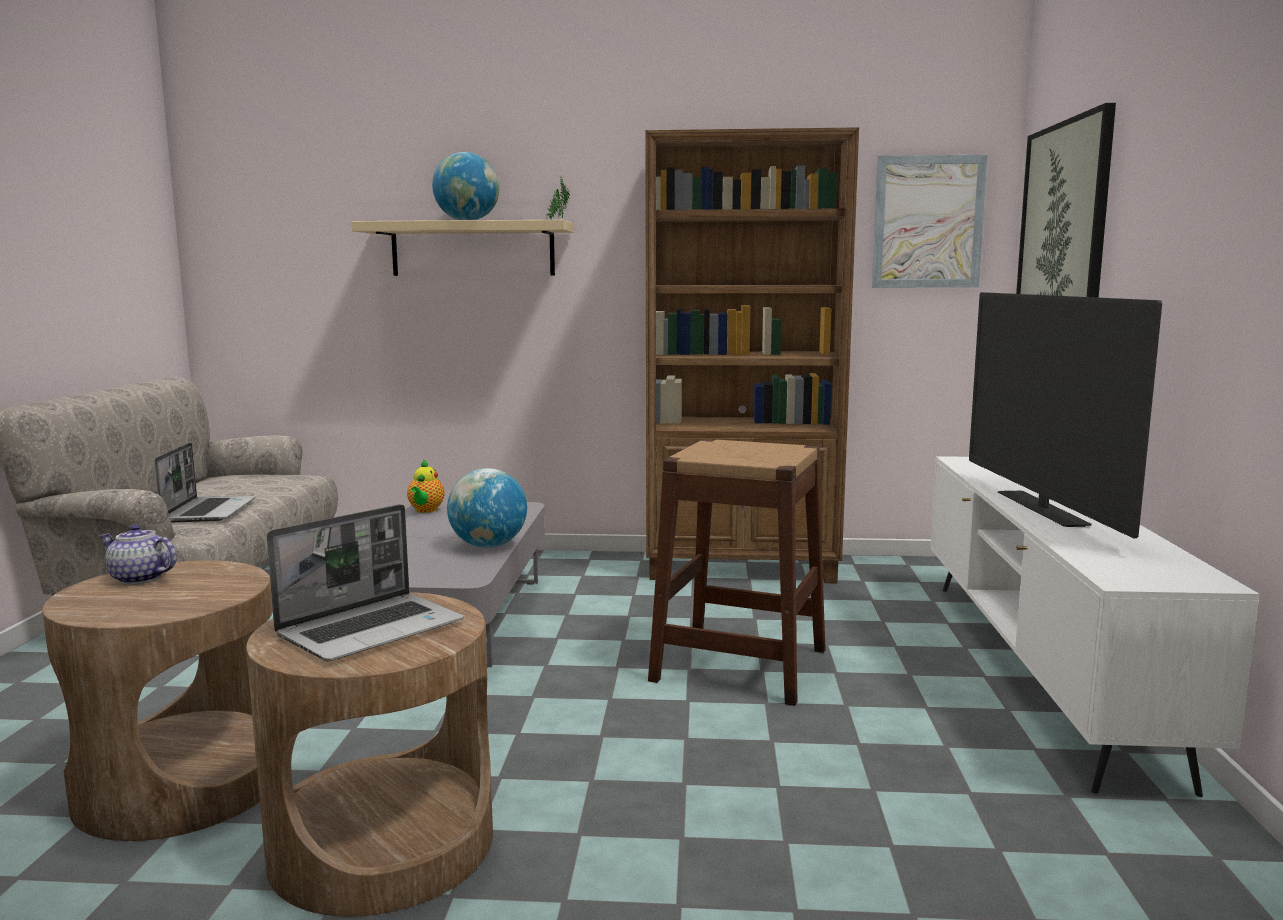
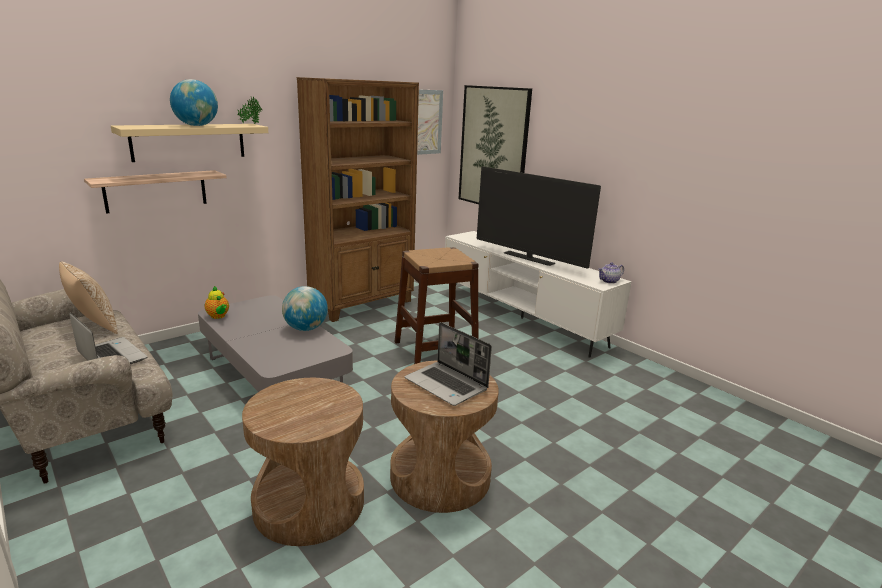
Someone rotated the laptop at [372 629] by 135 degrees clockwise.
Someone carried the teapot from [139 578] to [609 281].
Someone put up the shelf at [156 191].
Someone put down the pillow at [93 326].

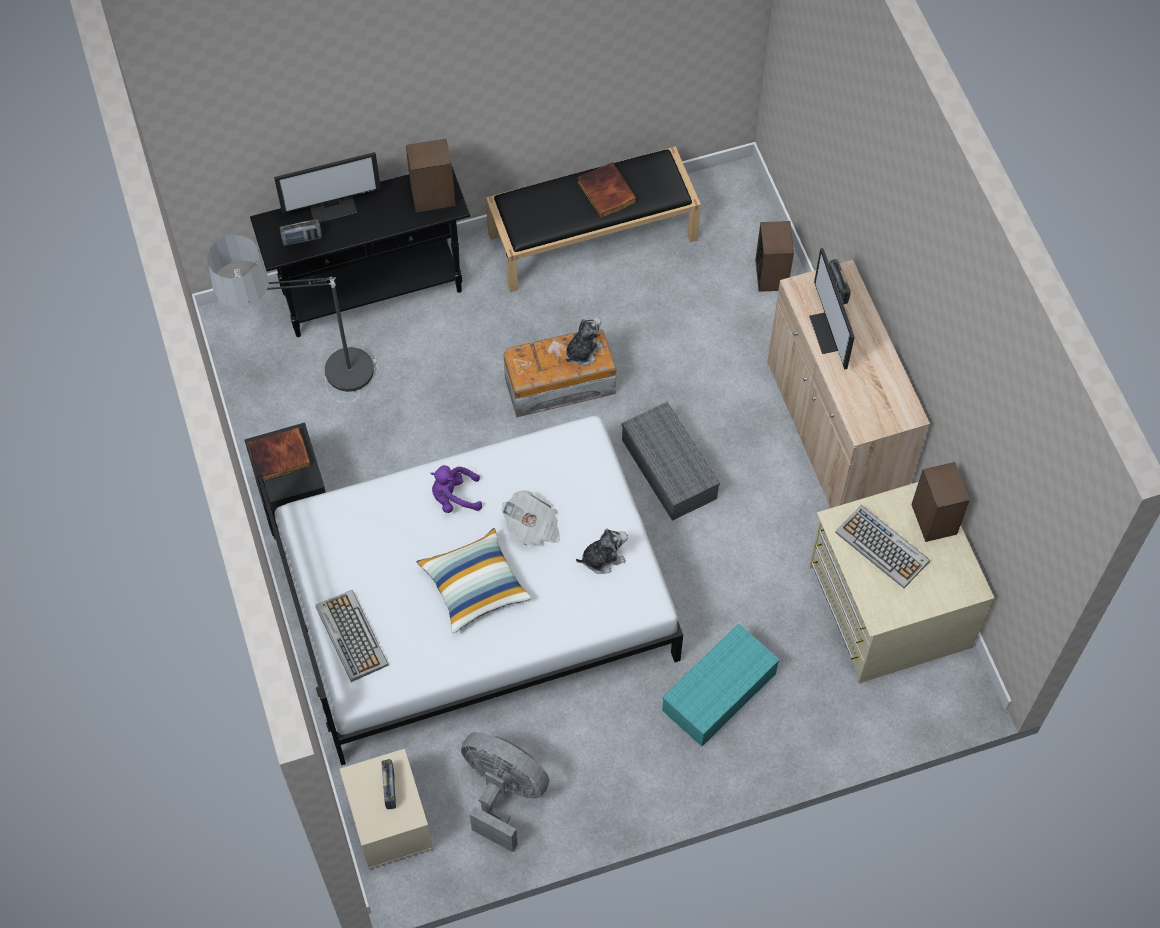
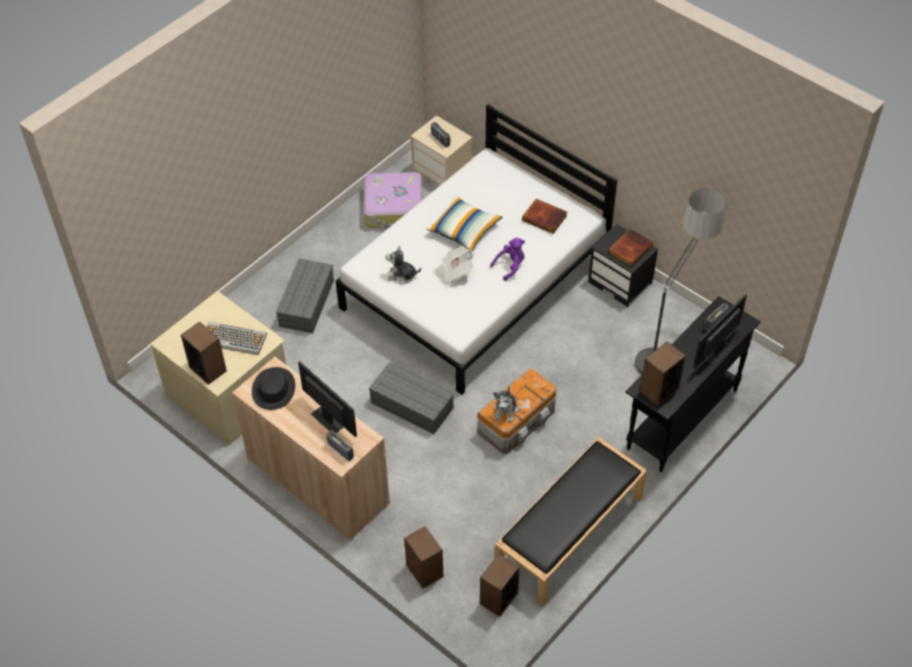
Someone carried the book from [605 192] to [545 217].
Someone rotated the plush_toy at [602 558] by 60 degrees clockwise.
Someone took away the keyboard at [350 635].
Someone repainted the turquoise_storage_box at [718 694], which became the grey_storage_box at [306 302].
Someone swapped the grey_fan at [503 793] for the suitcase at [394 208].
Someone put down the black_hat at [273 389].
Someone put down the speaker at [498 598].

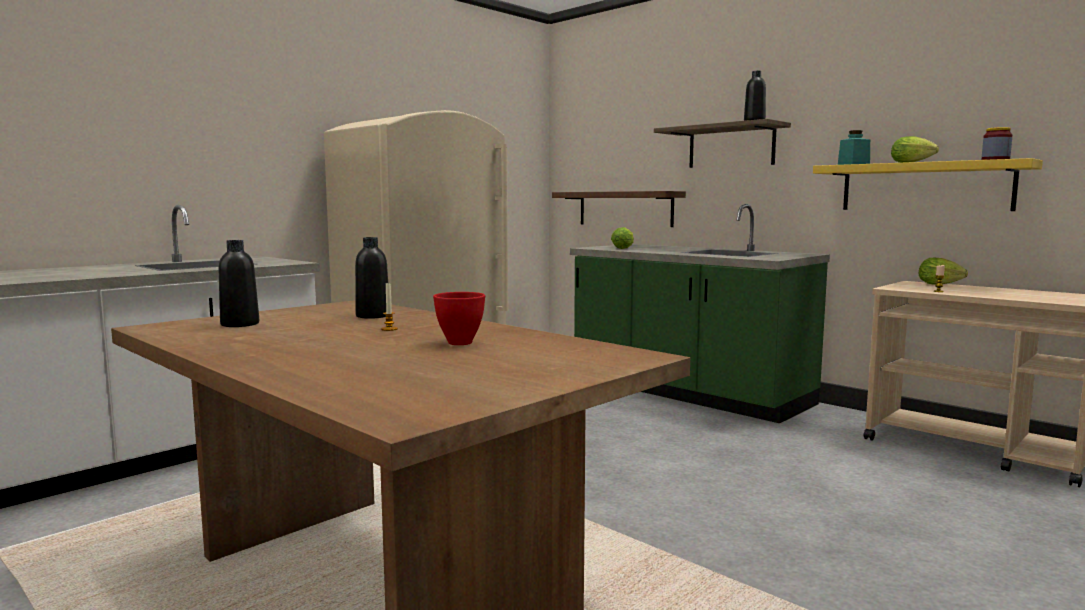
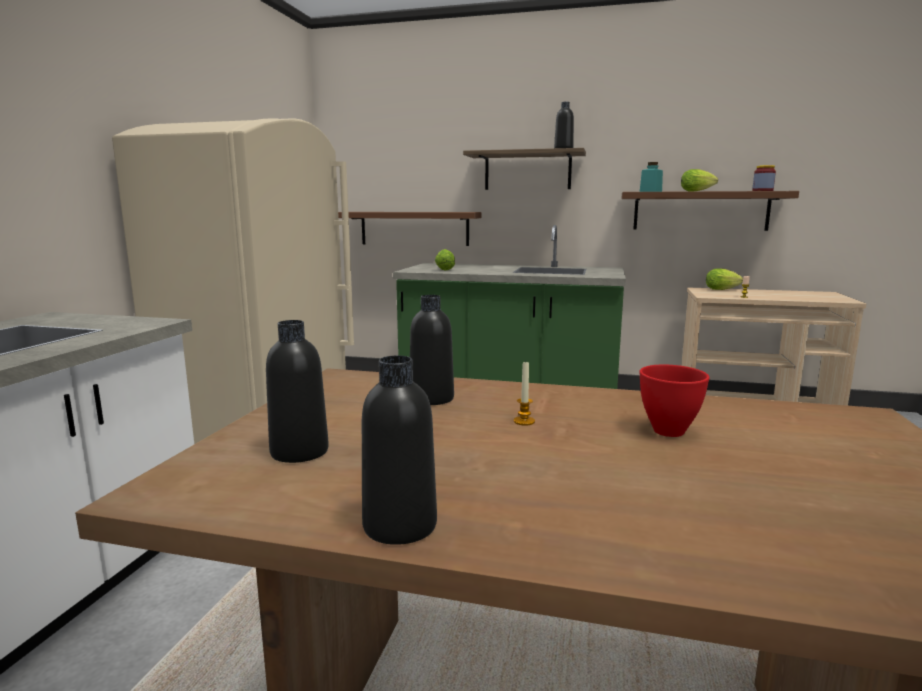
Someone repainted the yellow_shelf at [924 187], which became the brown_shelf at [700 211].
Someone put down the black_bottle at [400 525].

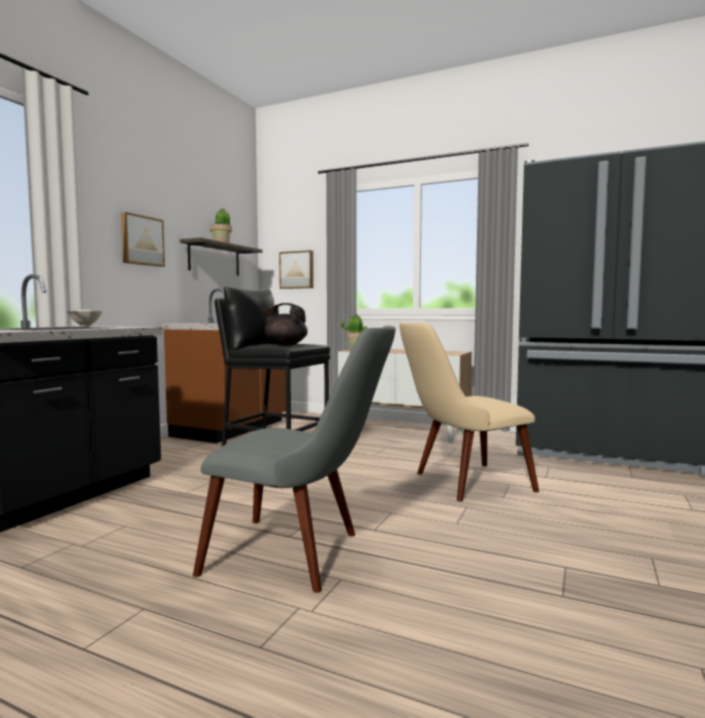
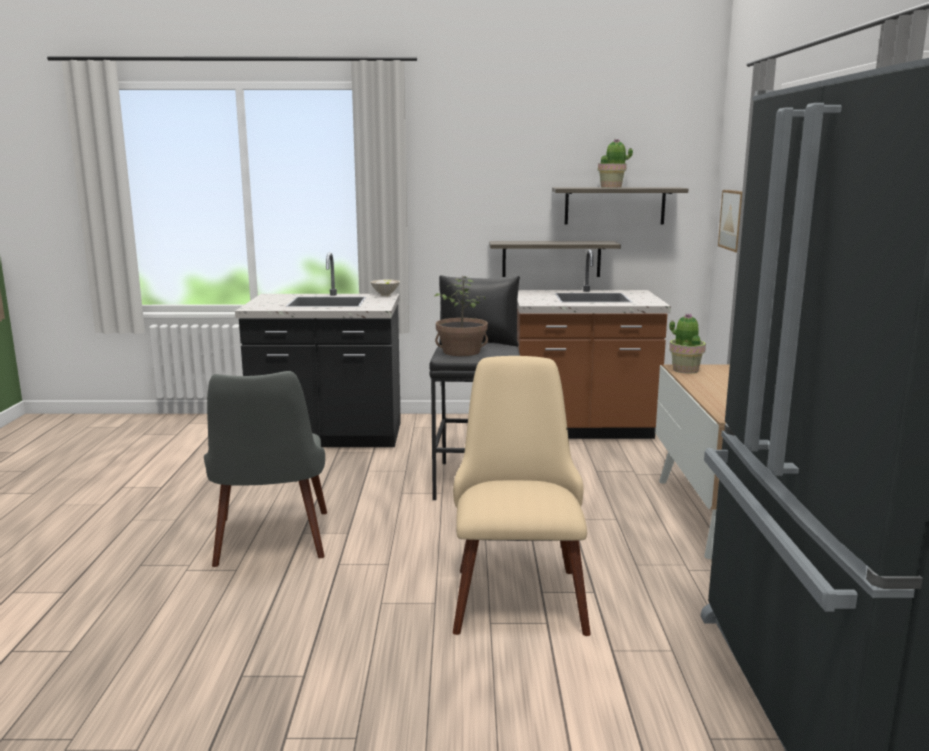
Someone took away the picture at [141 240].
Someone swapped the black_teapot at [285 345] for the potted_plant at [461 351].
Someone rotated the beige_chair at [460 483] by 45 degrees clockwise.
Someone put up the shelf at [551 259].

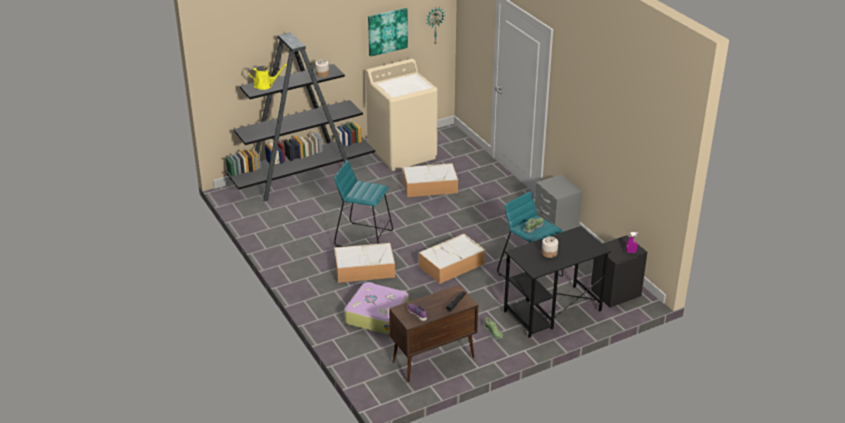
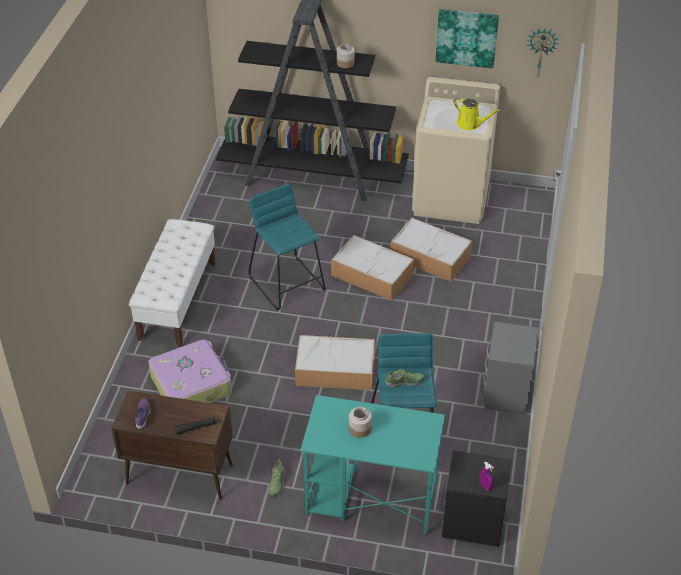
Someone carried the yellow_watering_can from [265 85] to [470 124].
Someone repainted the black_desk at [552 311], which became the turquoise_desk at [370 498].
Someone carried the storage_box from [365 269] to [373 275].
Someone put down the white_bench at [178 300].

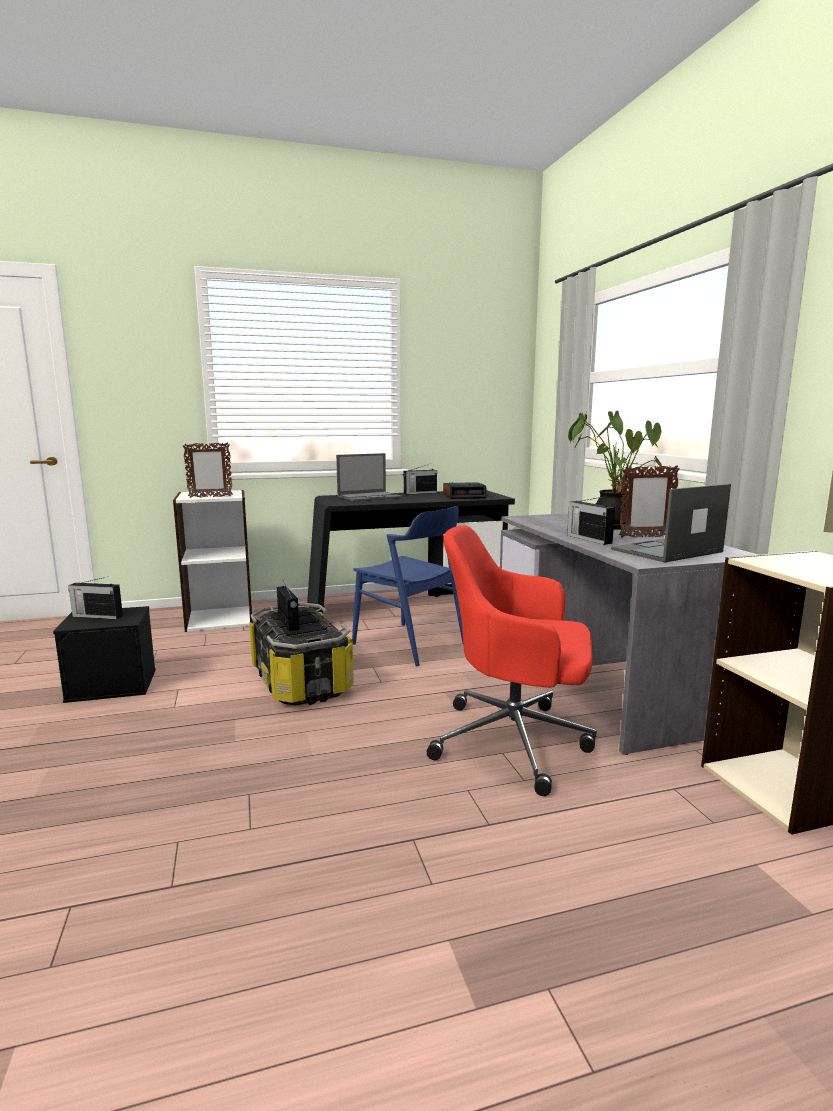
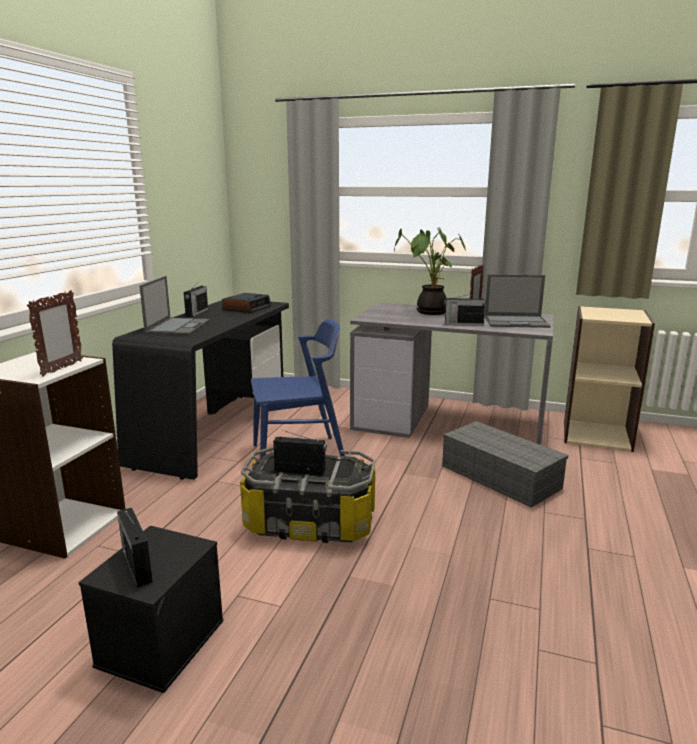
Someone rotated the laptop at [666 551] by 90 degrees counterclockwise.
Someone swapped the red_office_chair at [515 741] for the grey_storage_box at [498 476].
Someone rotated the radio at [96 616] by 105 degrees clockwise.

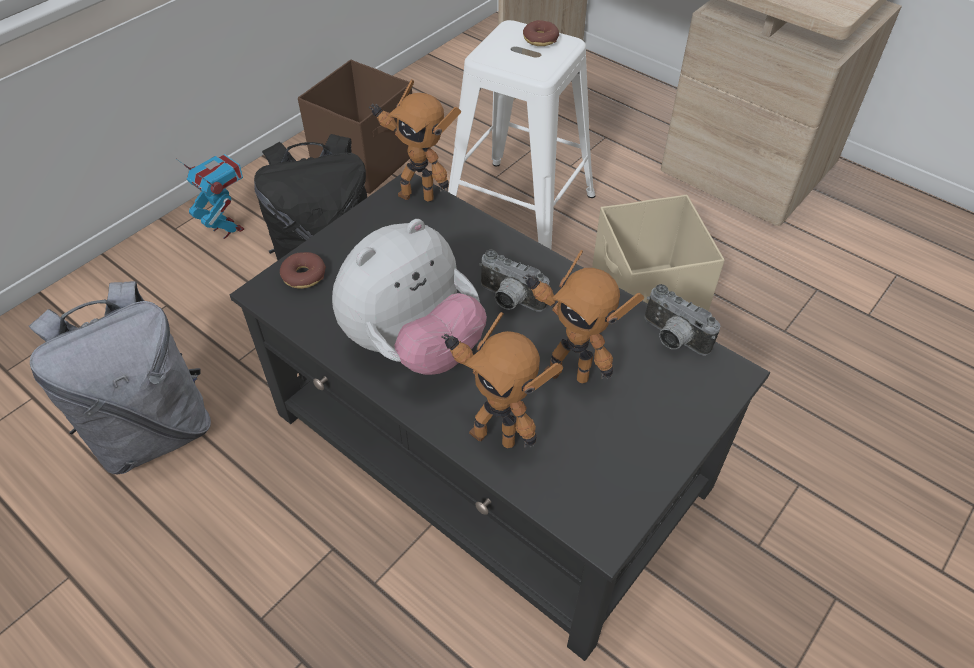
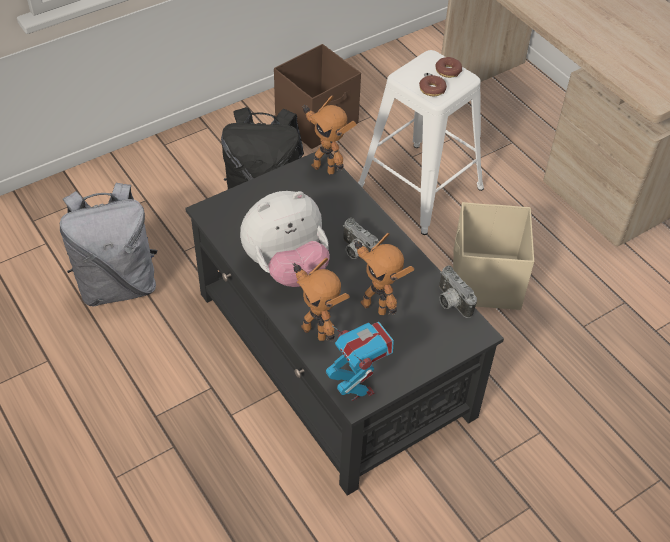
Someone carried the toy_robot from [228 228] to [357 388].
Someone carried the donut from [304 276] to [432 89].

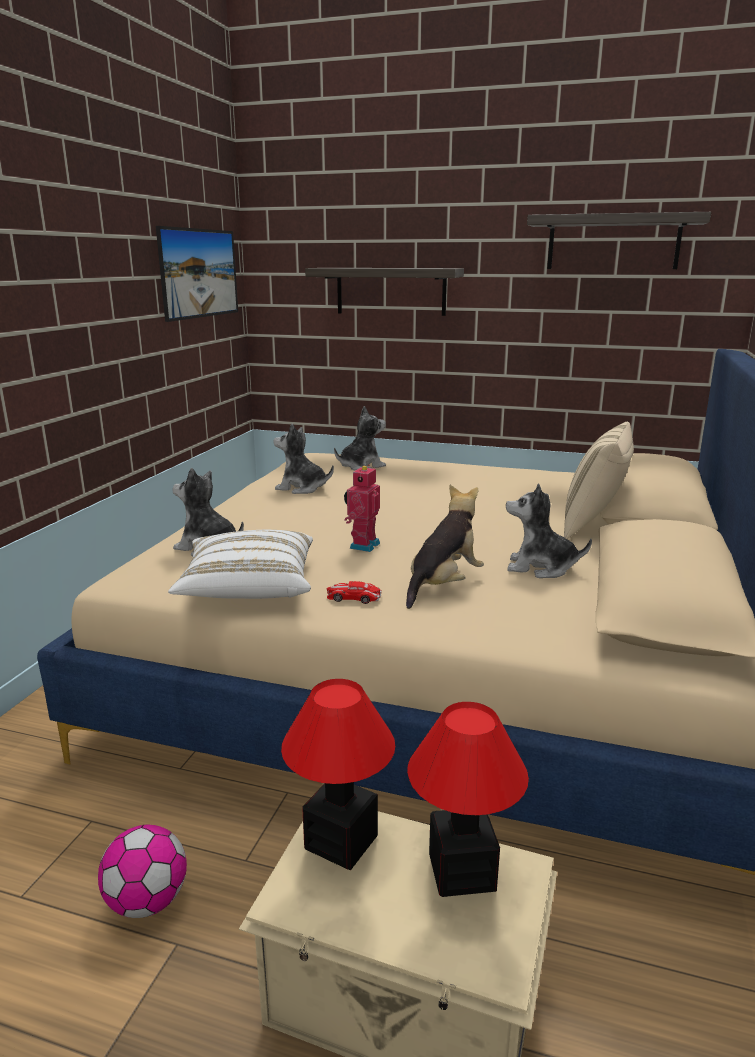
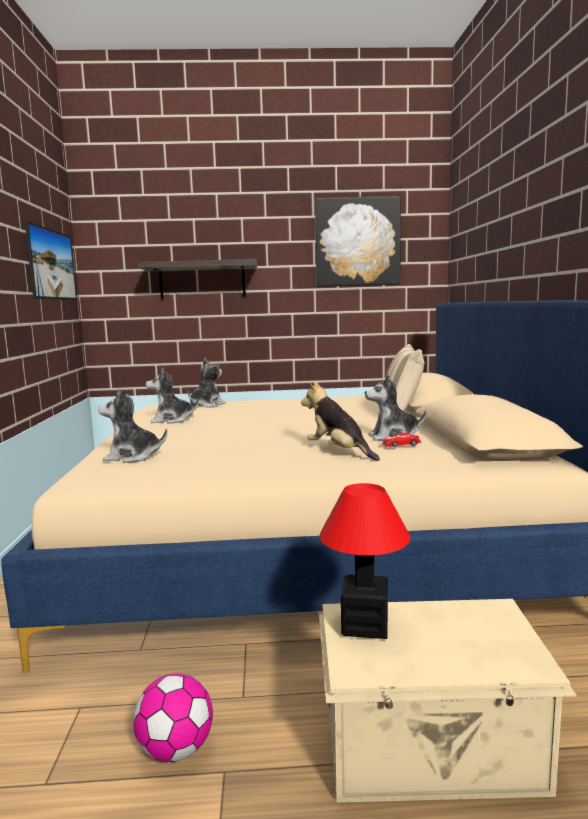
Someone swapped the shelf at [613 242] for the picture at [357 242].
Someone took away the toy_robot at [362 545].
Someone rotated the plush_toy at [443 584] by 60 degrees counterclockwise.
Someone took away the white_pillow at [248 588].
Someone carried the toy_car from [353 597] to [401 444].
Someone took away the table_lamp at [460 872].

